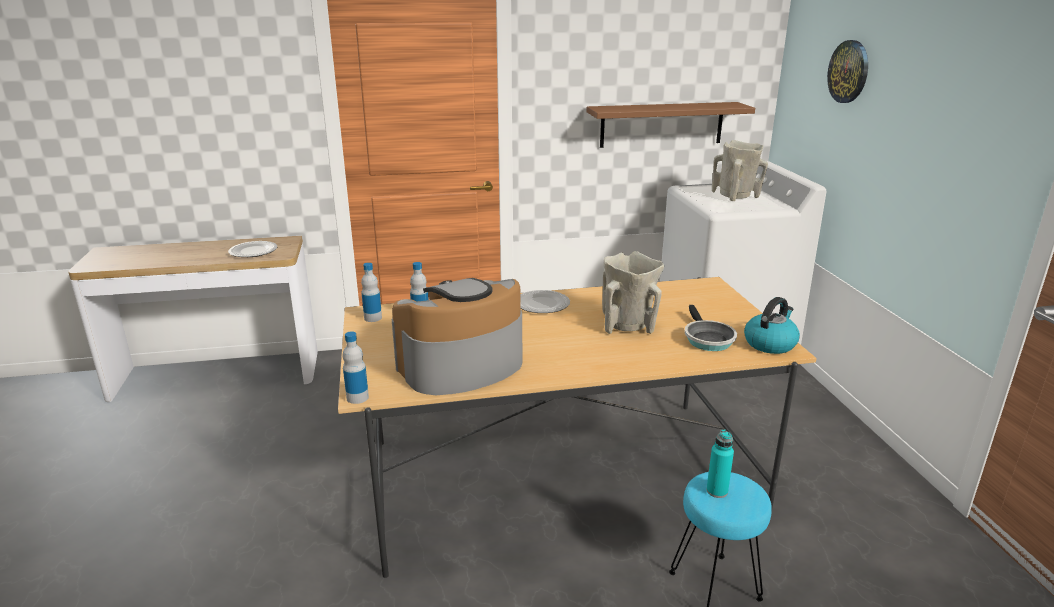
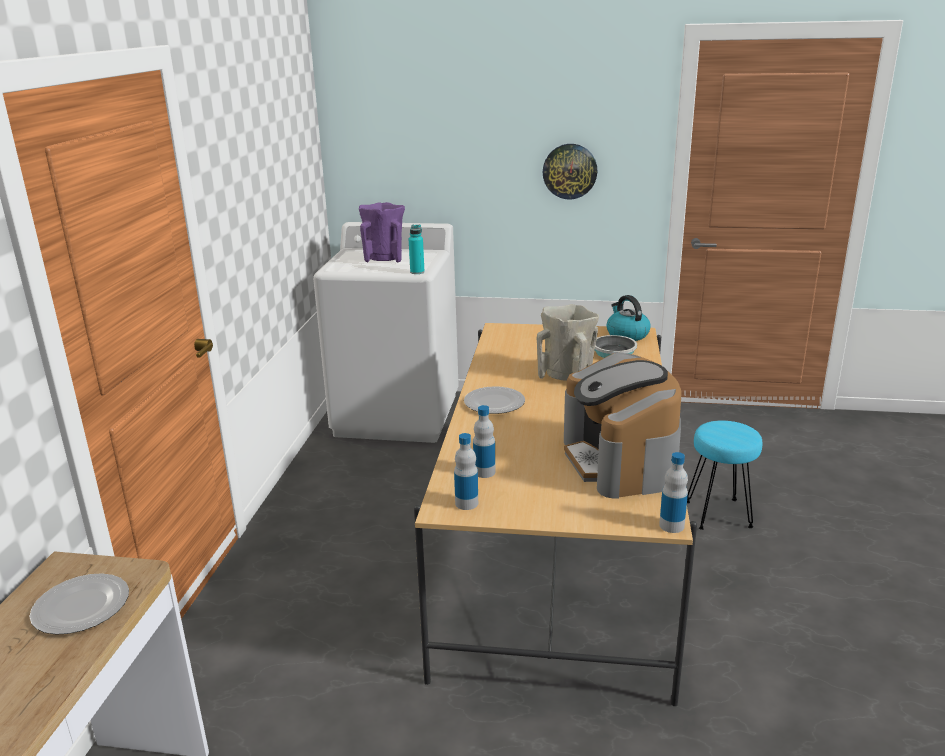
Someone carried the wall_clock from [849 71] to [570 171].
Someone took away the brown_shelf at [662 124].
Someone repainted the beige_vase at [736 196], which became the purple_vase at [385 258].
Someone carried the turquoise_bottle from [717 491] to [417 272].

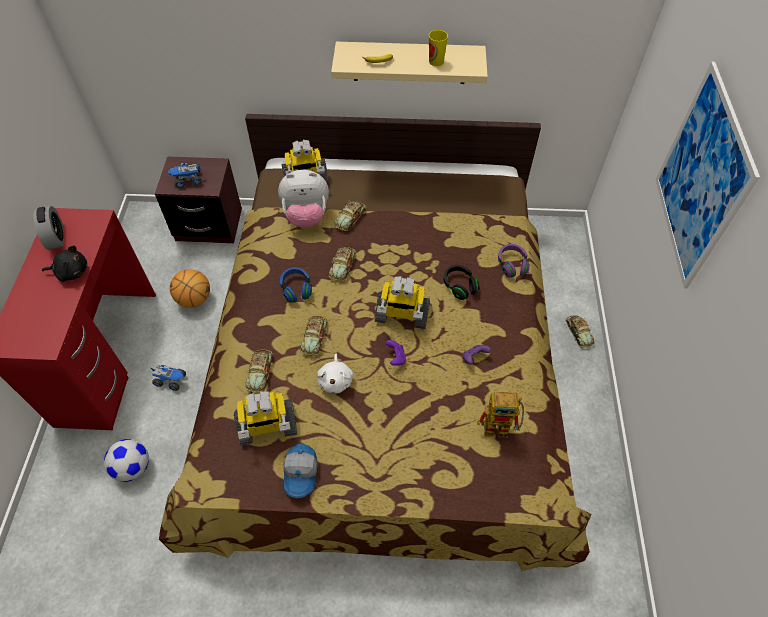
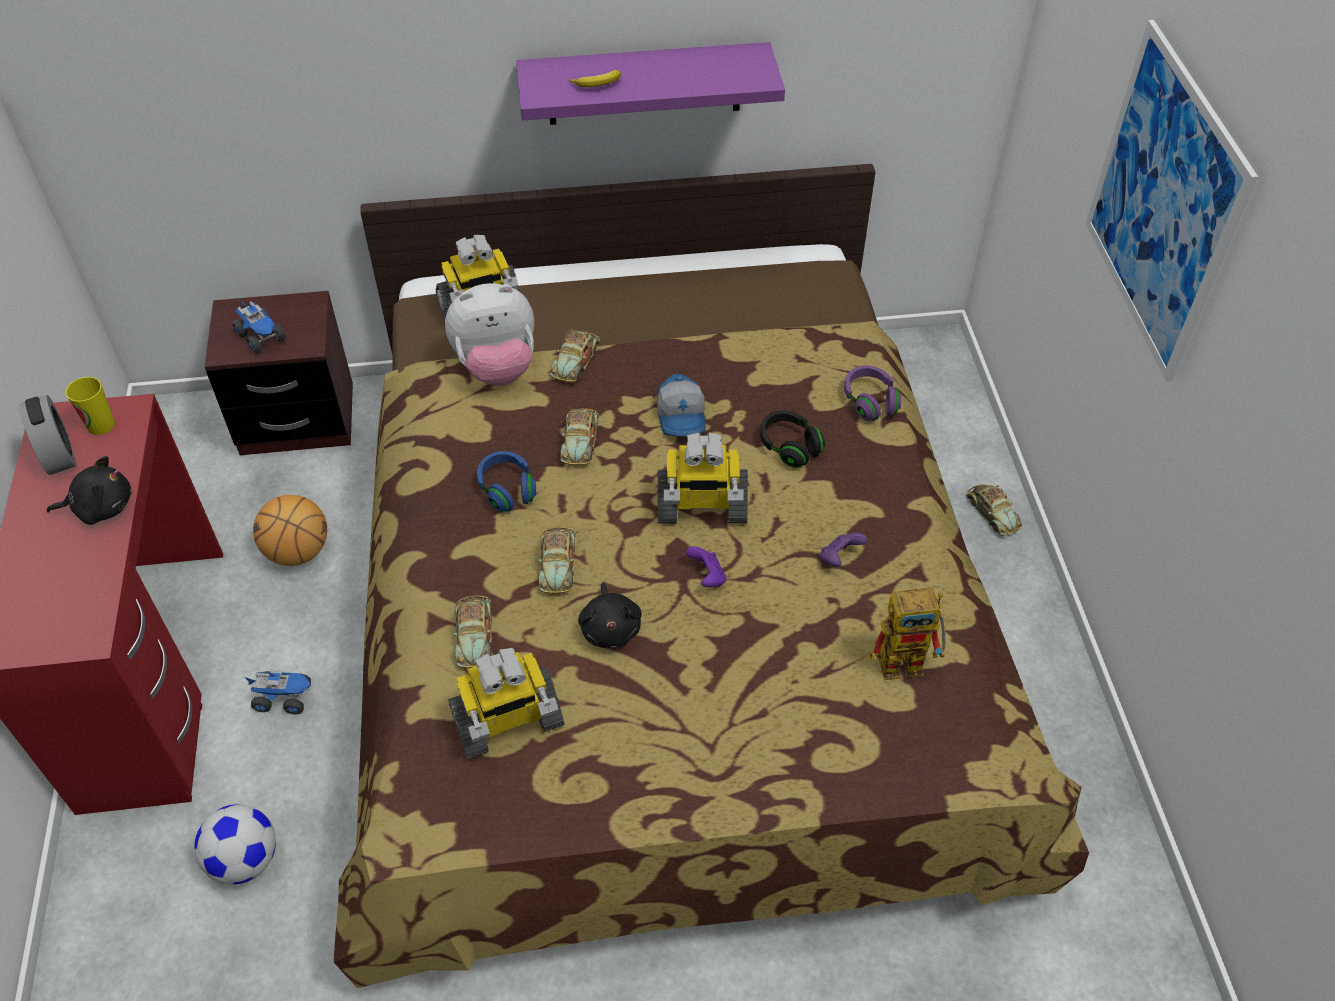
Someone carried the cup from [436 61] to [101 425].
Someone repainted the beige_shelf at [409 63], which became the purple_shelf at [644 84].
Someone rotated the toy_truck at [188 181] by 105 degrees counterclockwise.
Someone repainted the white_plush_toy at [335 380], which became the black_plush_toy at [611 628].
Someone carried the cap from [301 473] to [682 416].

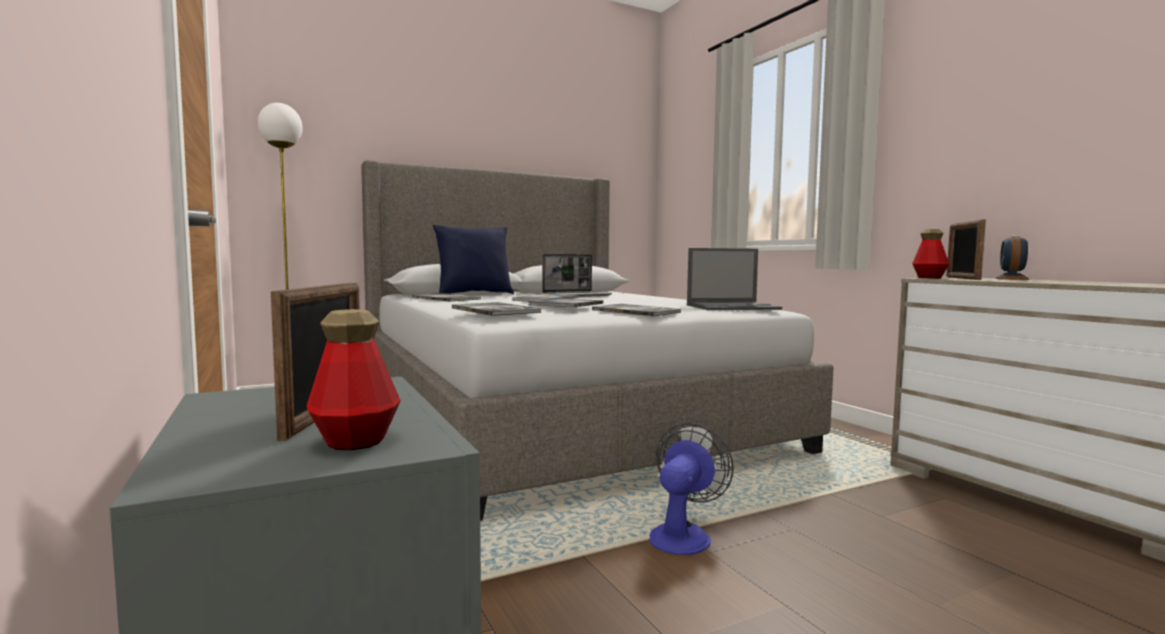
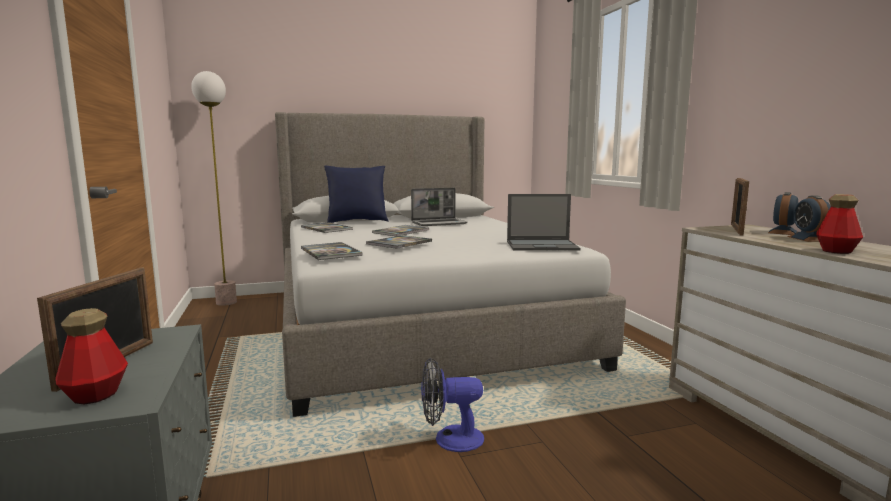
Someone carried the bottle from [929 278] to [836 251].
Someone took away the book at [636 311].
Someone rotated the fan at [683 534] by 135 degrees counterclockwise.
Someone put down the alarm_clock at [809 239].

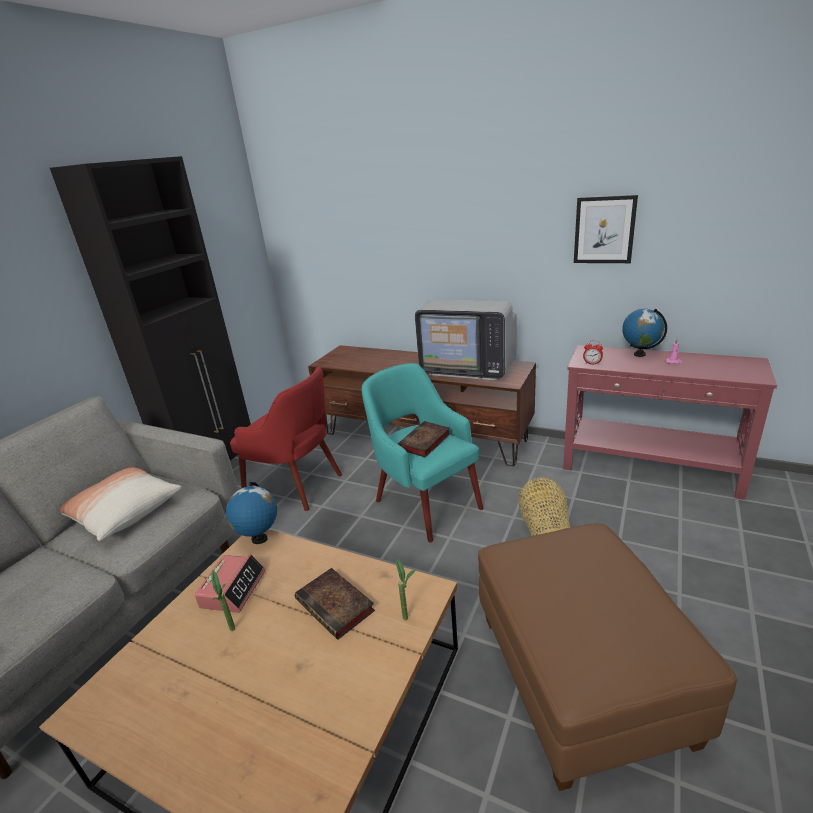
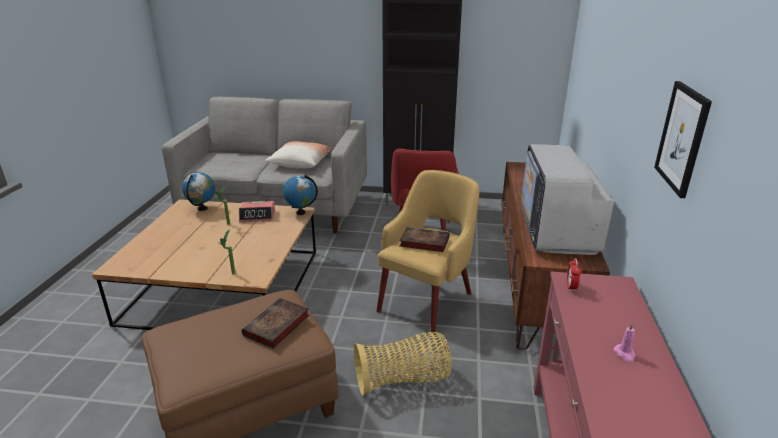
Someone carried the globe from [639 354] to [202 209].
Someone repainted the turquoise_armchair at [425 502], which became the yellow_armchair at [427 300].
Someone carried the book from [337 606] to [276 326].

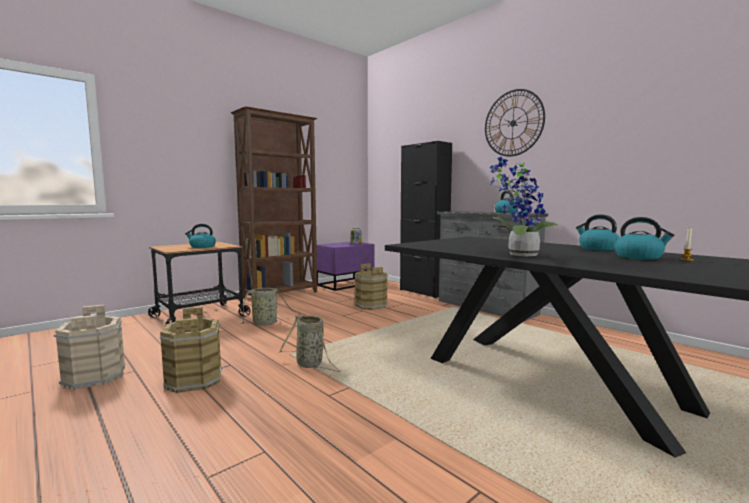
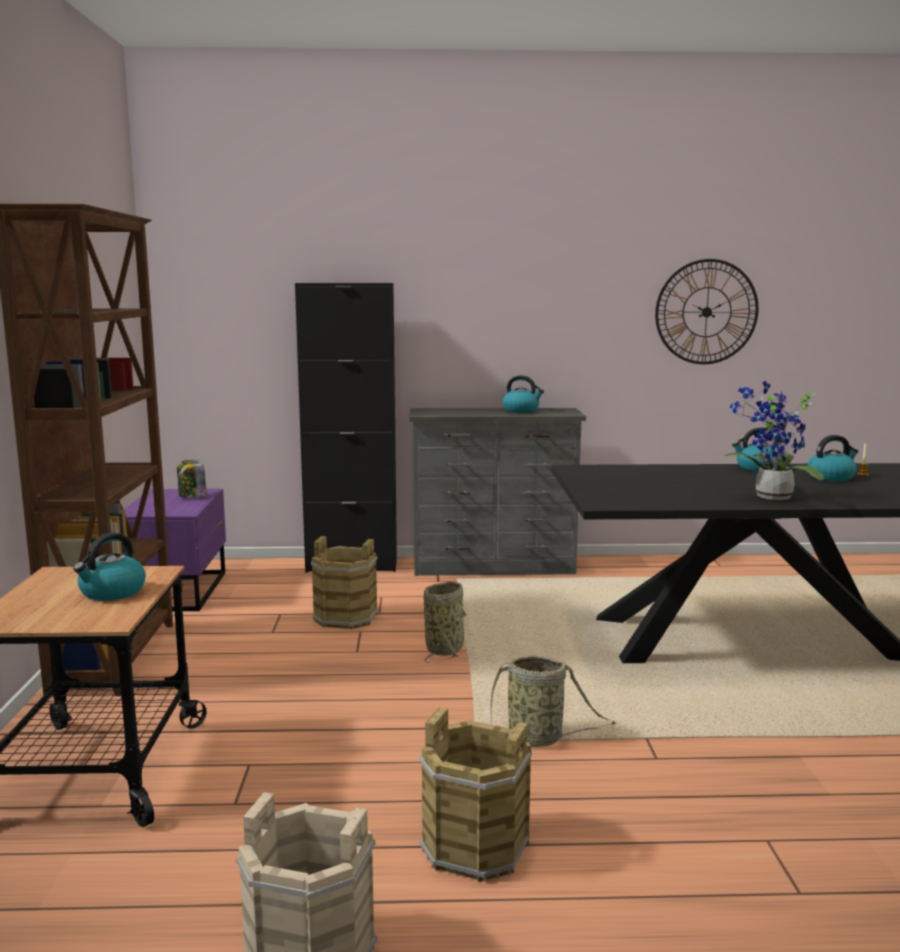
Someone carried the wall_clock from [513 123] to [706 312].
Someone carried the basket from [266 323] to [445 648].

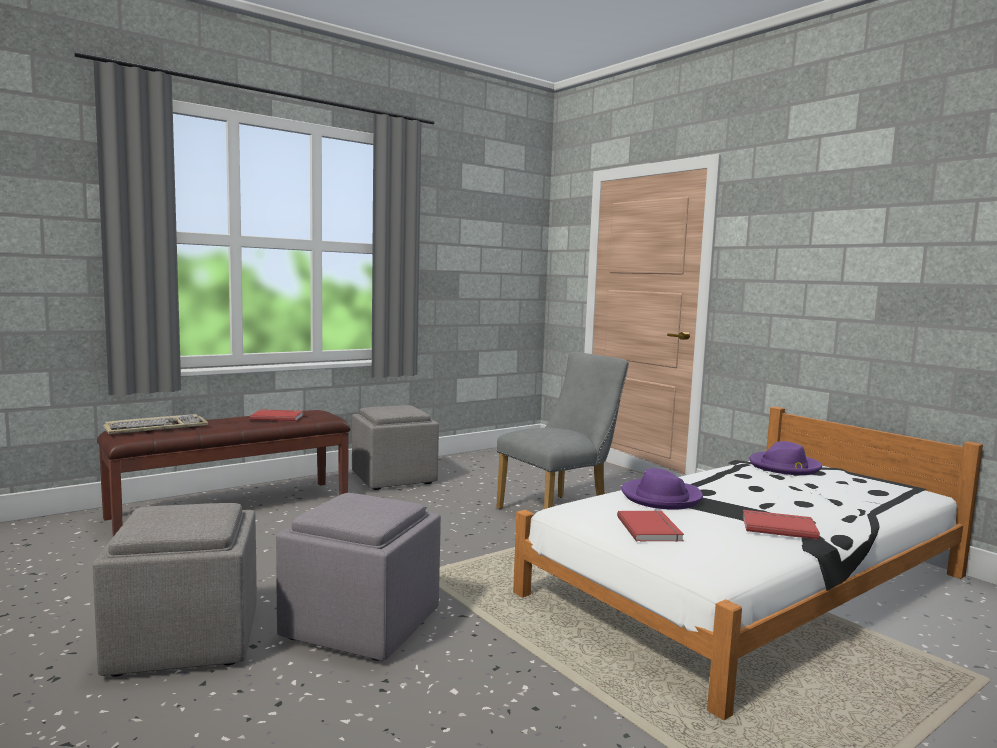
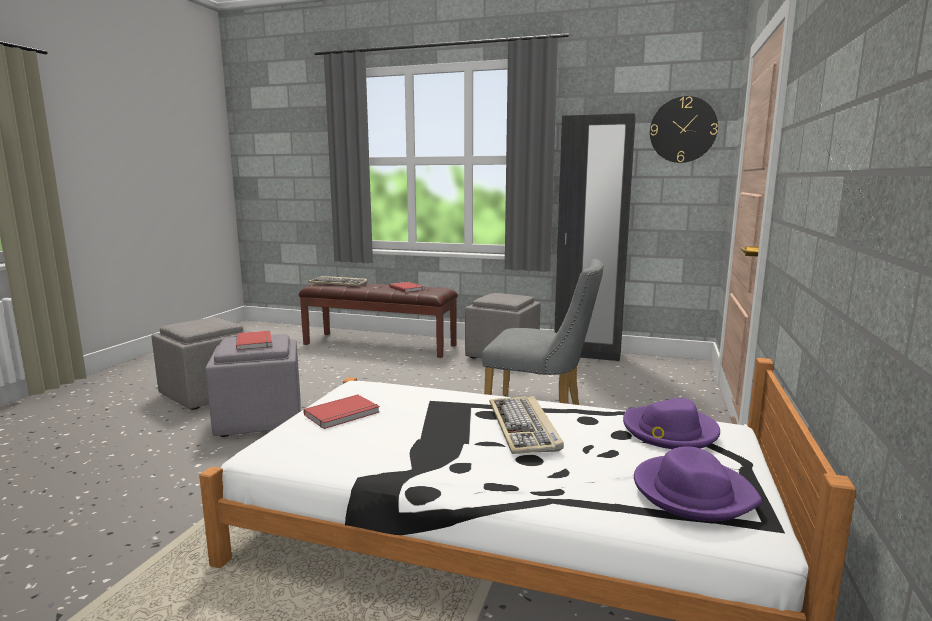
Someone carried the purple_hat from [661 497] to [692 492].
Someone carried the red_book from [778 527] to [256 342].
Someone put up the wall_clock at [683 130].
Someone put down the black_wardrobe at [587 354].
Someone put down the keyboard at [524 427].

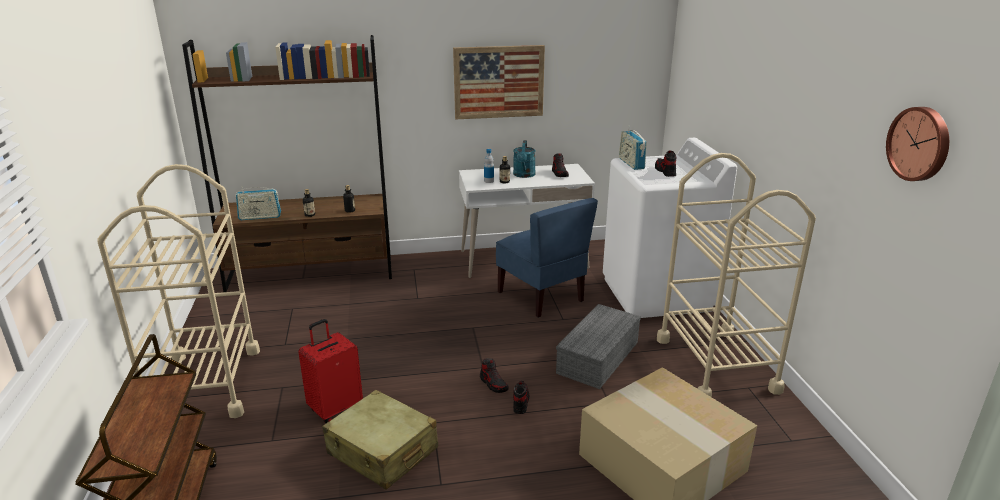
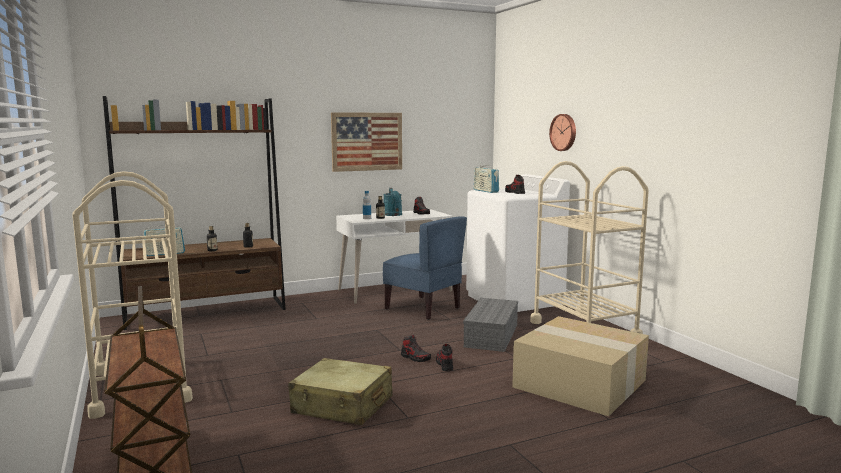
Someone carried the wall_clock from [920 144] to [564 132].
Someone took away the red_suitcase at [335 408].

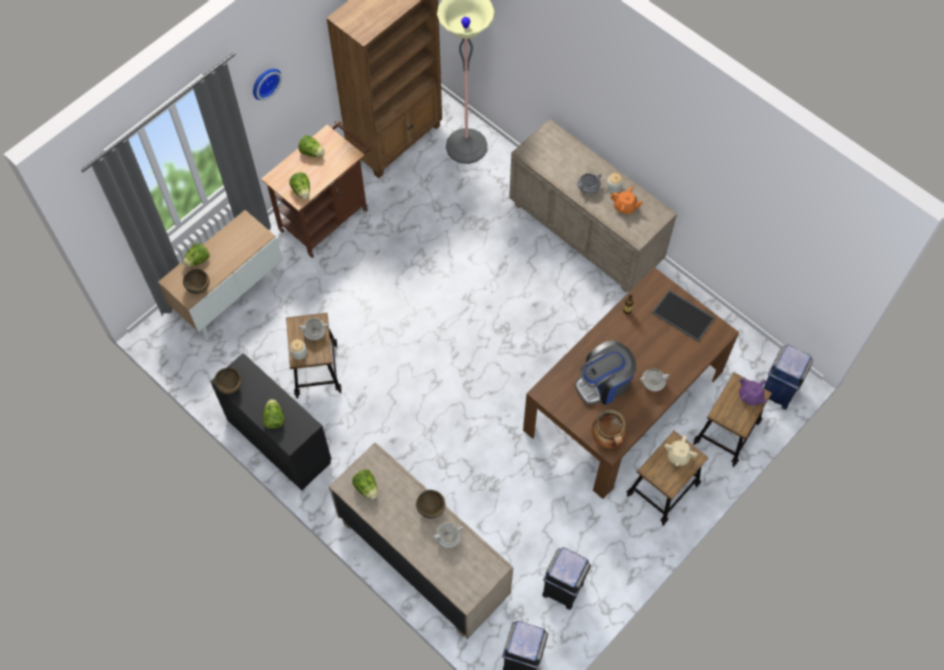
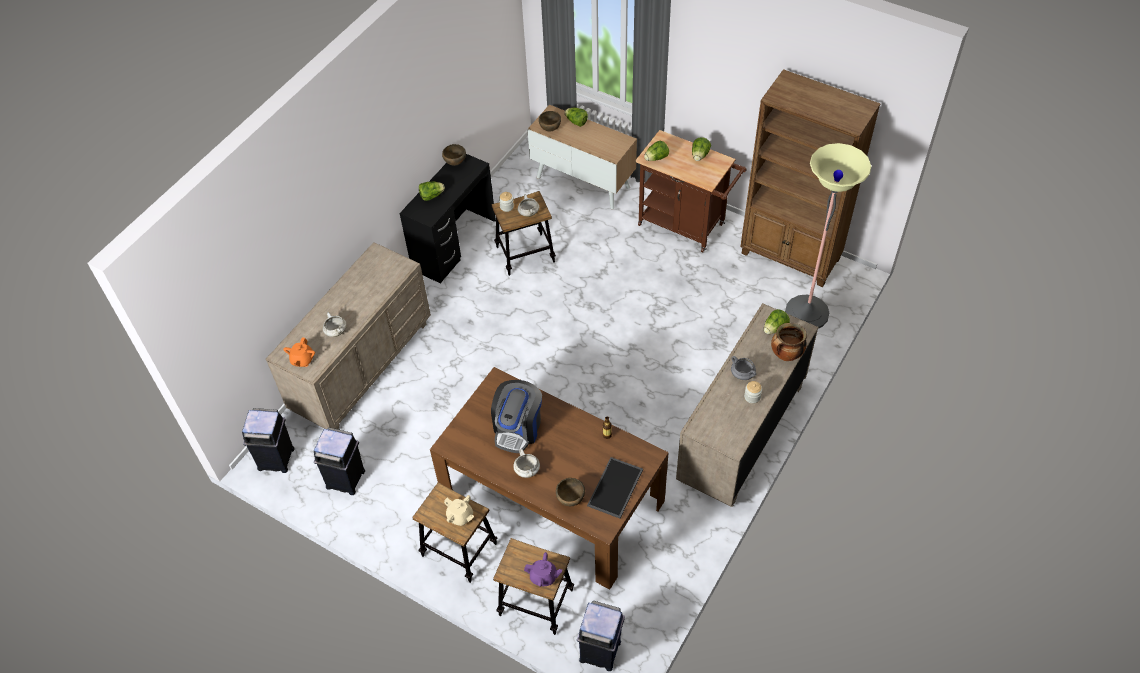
Someone took away the wall_clock at [264 82].
Someone carried the orange_teapot from [625 207] to [302 360].
Someone rotated the coffee_machine at [604 383] by 120 degrees counterclockwise.
Someone rotated the purple_teapot at [750 396] by 120 degrees counterclockwise.
Someone carried the cooking_pot from [608 438] to [786 355].
Someone rotated the beige_teapot at [678 456] by 150 degrees counterclockwise.
Someone carried the lettuce from [366 487] to [774 328].
Someone carried the brown_bowl from [431 509] to [570 500].

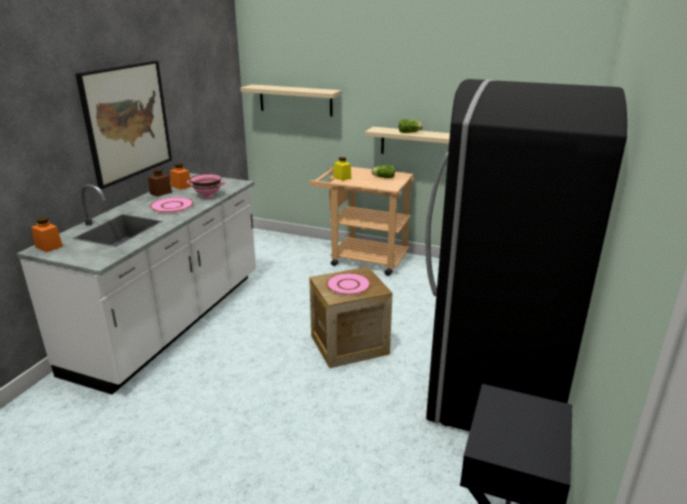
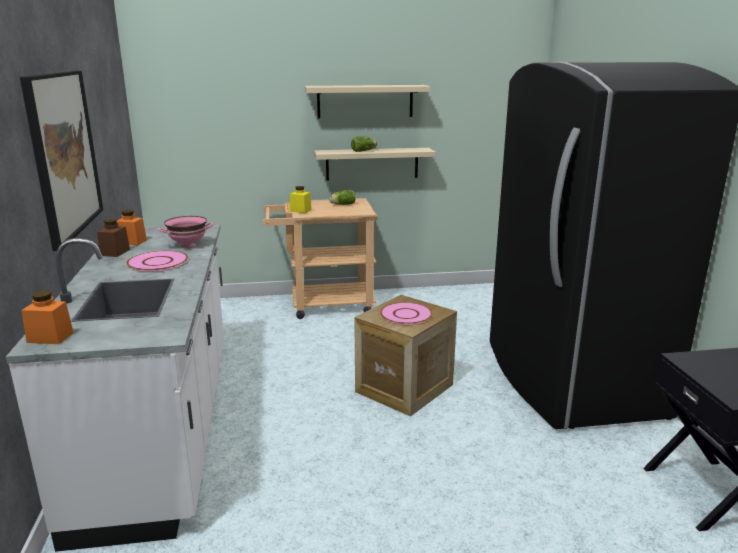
Someone carried the beige_shelf from [295 100] to [365 101].

